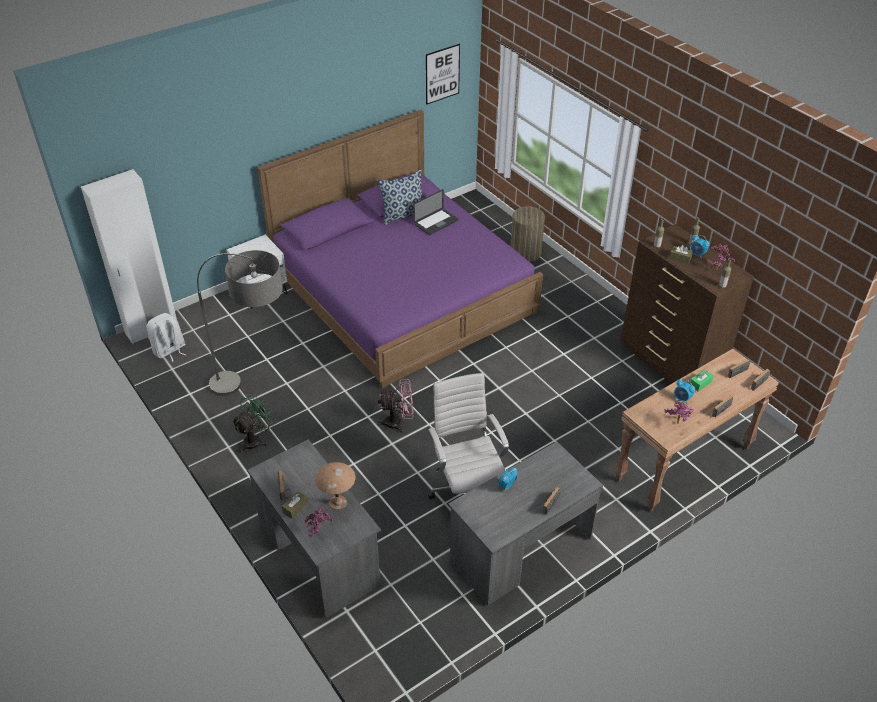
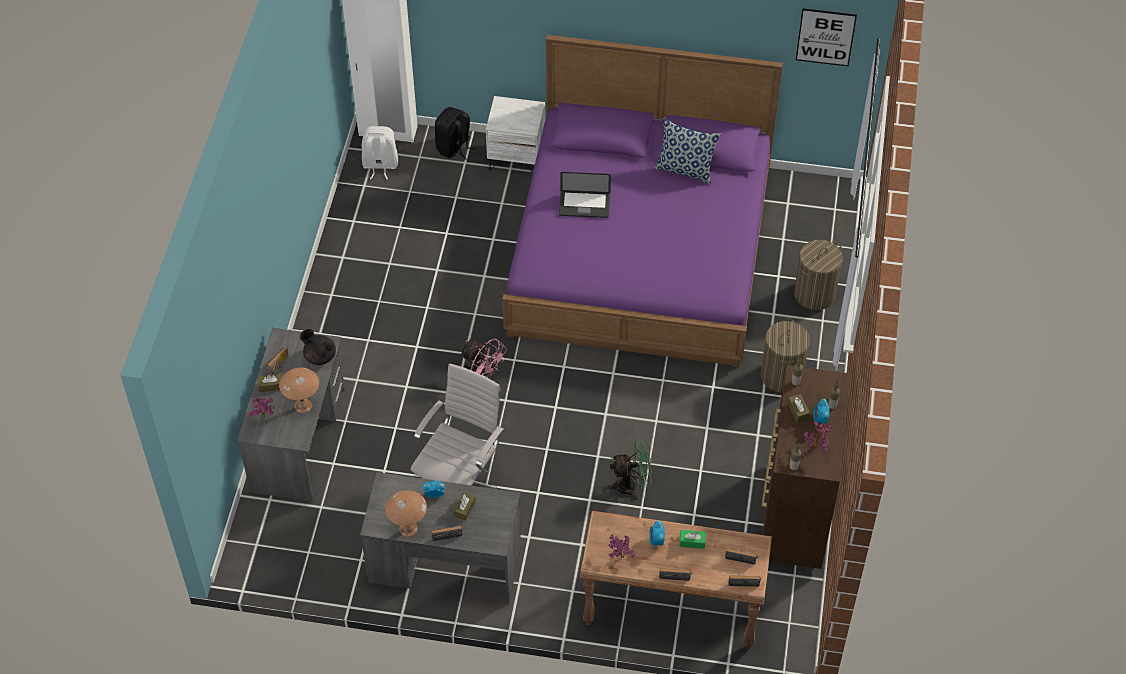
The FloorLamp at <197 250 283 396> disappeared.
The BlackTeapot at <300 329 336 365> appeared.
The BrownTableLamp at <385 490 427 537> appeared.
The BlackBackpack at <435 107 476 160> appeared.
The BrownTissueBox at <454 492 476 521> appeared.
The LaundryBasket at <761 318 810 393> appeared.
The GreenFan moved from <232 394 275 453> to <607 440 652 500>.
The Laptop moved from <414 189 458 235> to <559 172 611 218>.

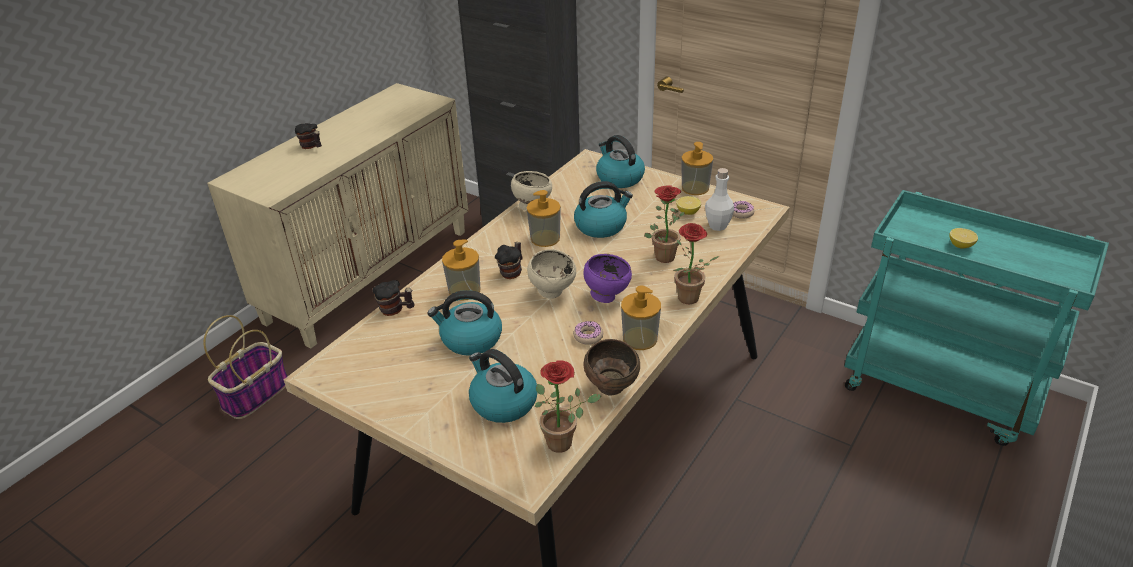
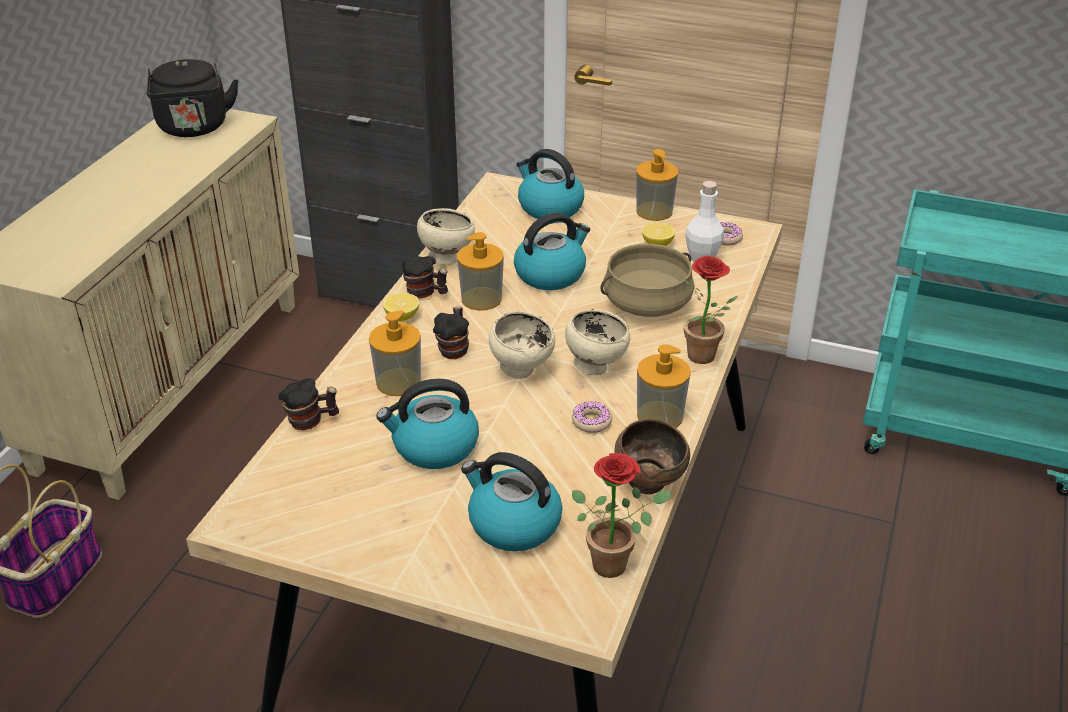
The BlackKettle at <146 59 239 137> appeared.
The Mug moved from <295 123 322 149> to <402 256 448 299>.
The Lemon moved from <949 228 978 248> to <383 293 419 321>.
The PottedPlant at <644 185 685 263> was replaced by the BeigeCookingPot at <600 244 694 317>.
The PurpleBowl at <584 254 632 303> became the BeigeBowl at <565 309 630 375>.

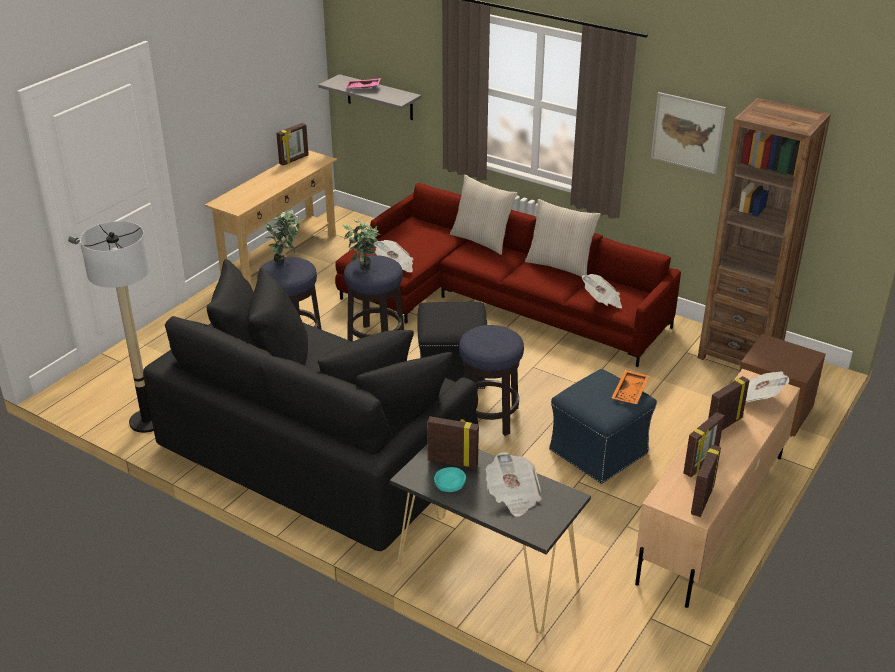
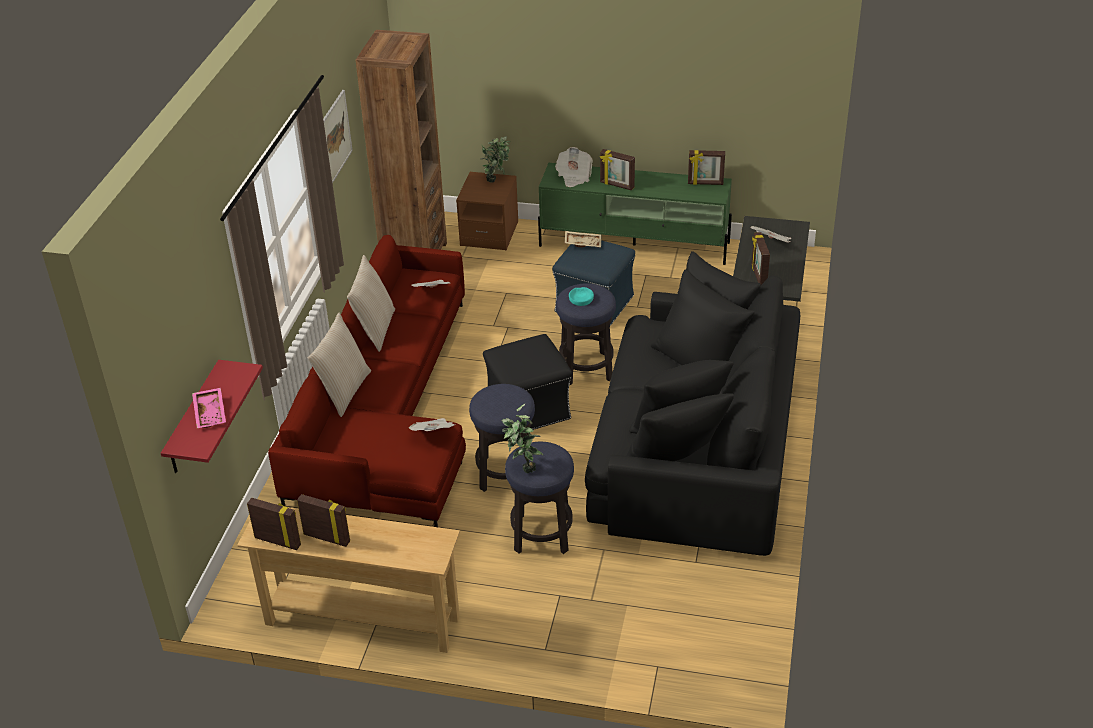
The FloorLamp at <80 221 154 433> disappeared.
The PottedPlant moved from <343 219 380 267> to <480 136 510 183>.
The TurquoiseBowl moved from <434 467 466 492> to <569 287 594 306>.
The PictureFrame moved from <683 412 724 477> to <297 494 350 547>.
The GreyShelf at <318 74 421 120> became the RedShelf at <161 360 263 473>.
The OrangeTray at <612 370 649 404> became the BeigeTray at <565 231 602 247>.
The BeigeTvStand at <635 369 800 608> became the GreenTvStand at <538 163 732 265>.

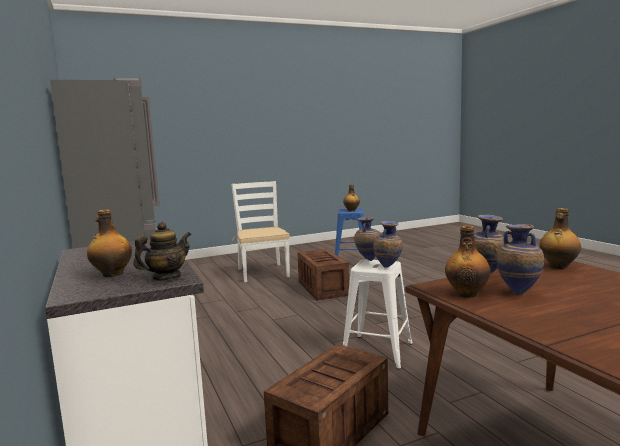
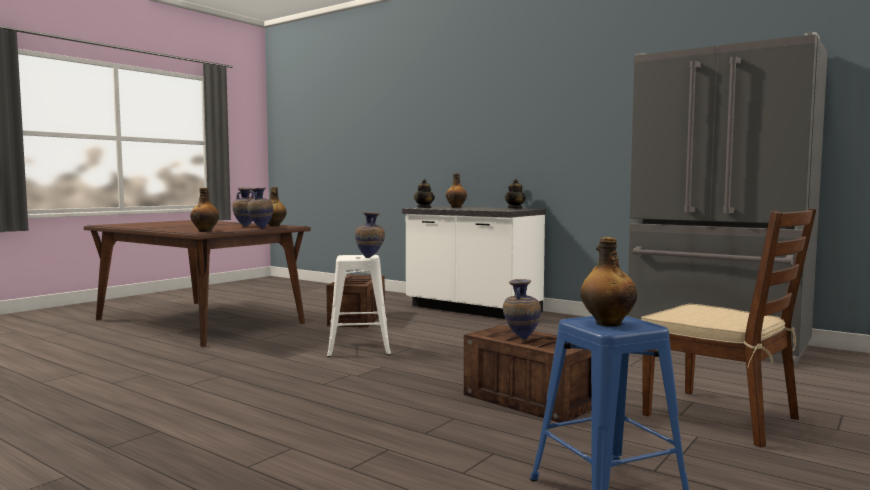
The Teapot at <505 179 526 209> appeared.
The Vase moved from <373 221 403 268> to <503 279 541 340>.
The WhiteChair at <231 181 290 282> became the BrownChair at <641 208 816 448>.

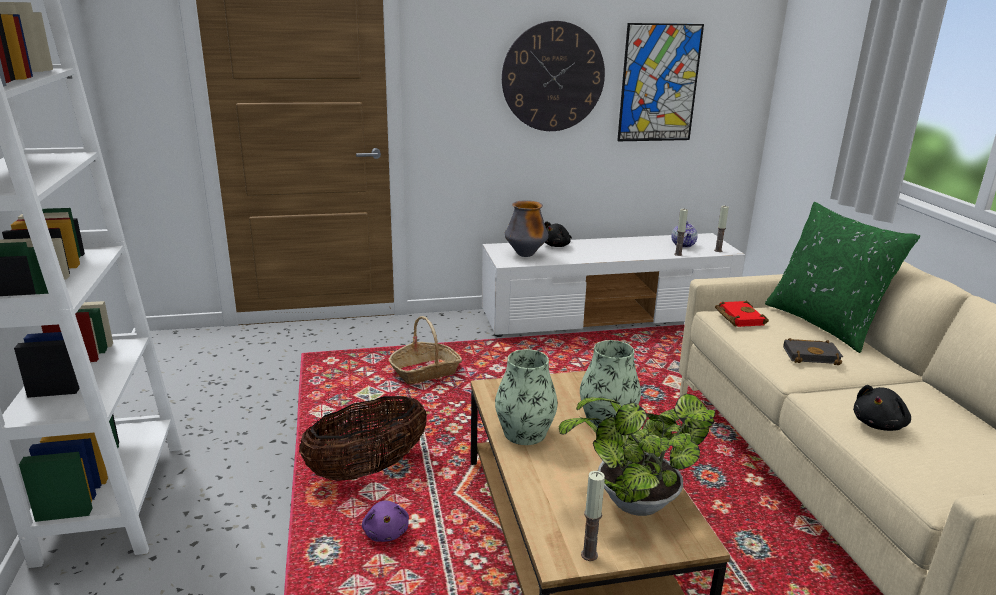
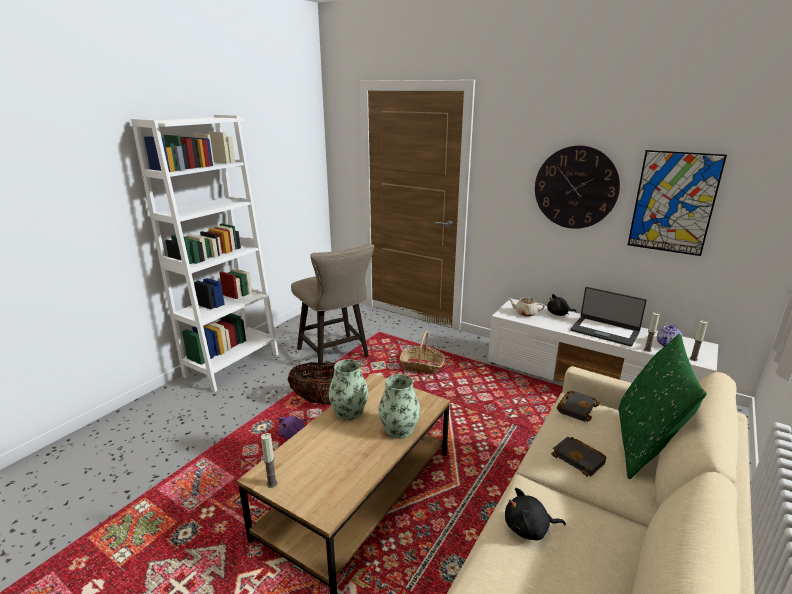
The PottedPlant at <559 394 716 516> disappeared.
The BeigeStool at <291 244 374 366> appeared.
The Laptop at <570 287 647 346> appeared.
The Vase at <504 200 549 257> was replaced by the BeigeTeapot at <509 297 545 317>.
The RedBook at <715 301 769 327> became the BlackBook at <557 391 600 422>.

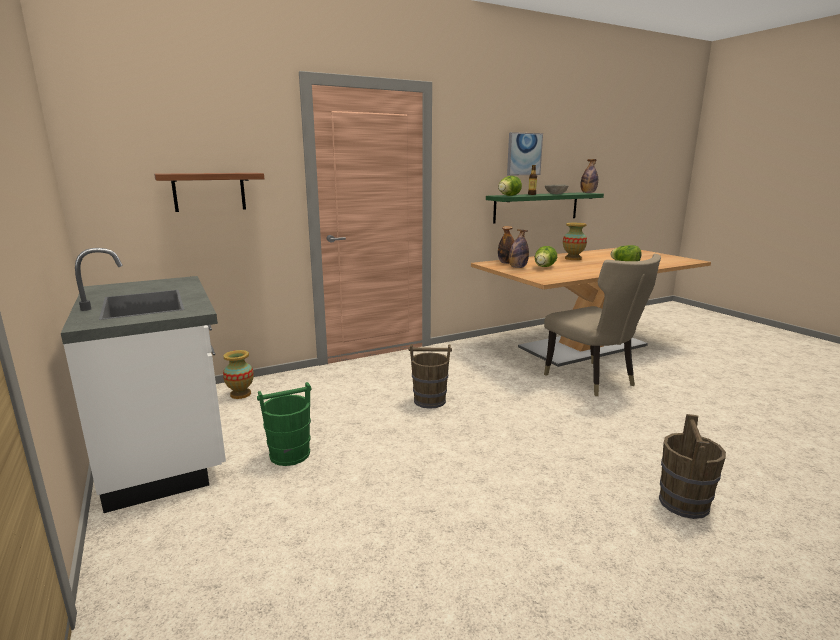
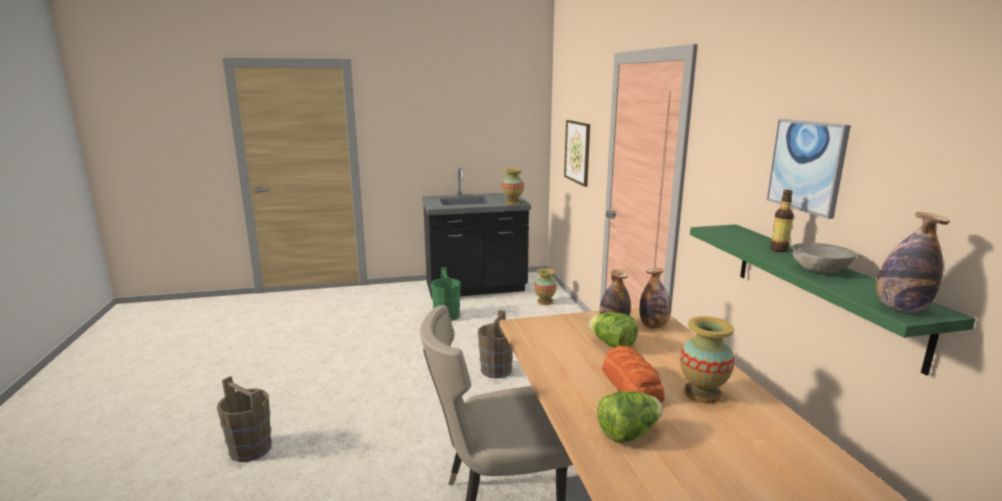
The Lettuce at <498 176 522 196> disappeared.
The Vase at <502 169 524 204> appeared.
The Bread at <602 346 665 403> appeared.
The Shelf at <154 173 264 212> was replaced by the Picture at <564 120 590 187>.
The WhiteCounter at <61 248 226 513> became the BlackCounter at <422 167 531 299>.

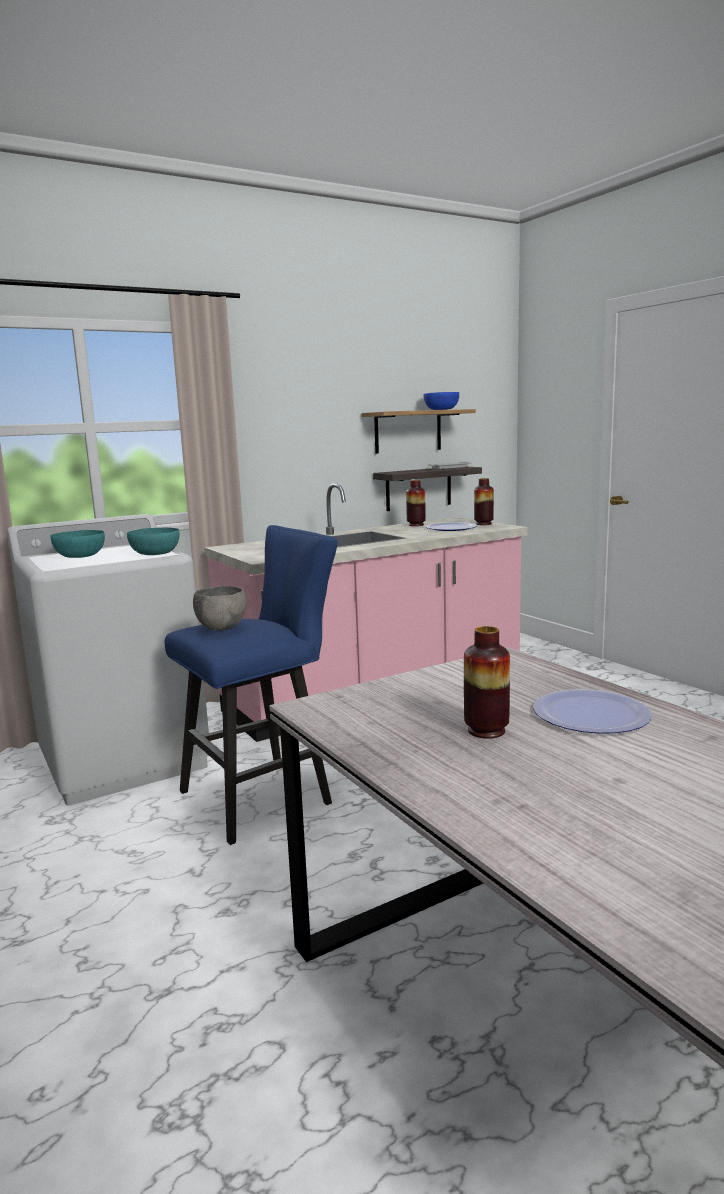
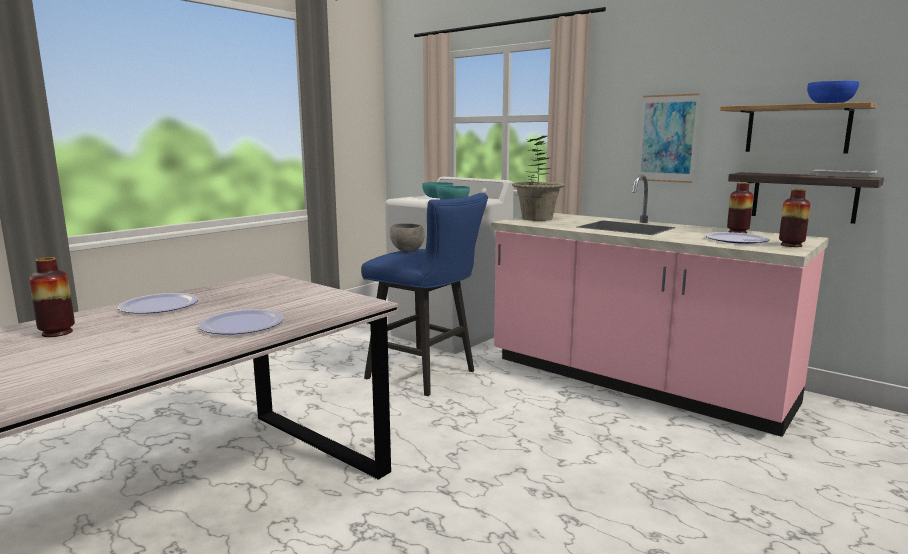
The Plate at <118 293 198 314> appeared.
The PottedPlant at <512 136 565 221> appeared.
The Picture at <638 93 700 183> appeared.
The Vase moved from <464 626 510 739> to <29 257 75 337>.

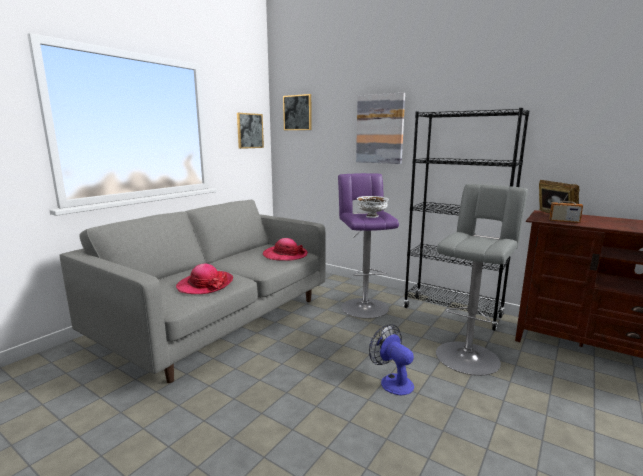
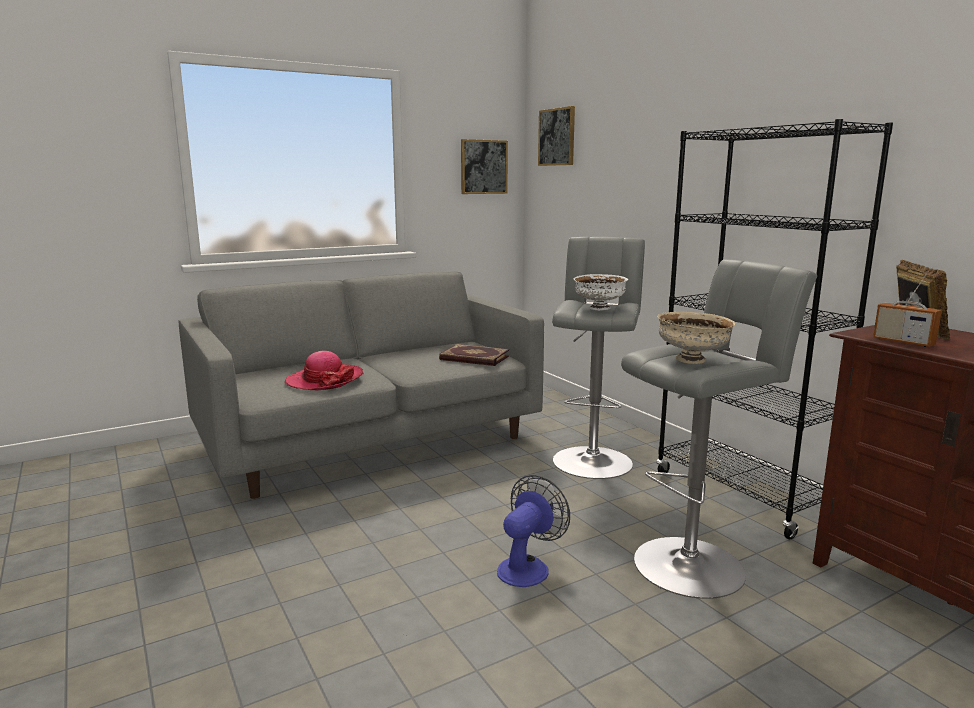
The Picture at <356 93 405 164> disappeared.
The BeigeBowl at <657 312 735 364> appeared.
The Hat at <263 238 308 261> was replaced by the Book at <439 344 509 366>.
The PurpleStool at <338 173 399 318> became the GreyStool at <552 237 645 479>.
The Fan at <369 324 414 395> turned 45 degrees clockwise.

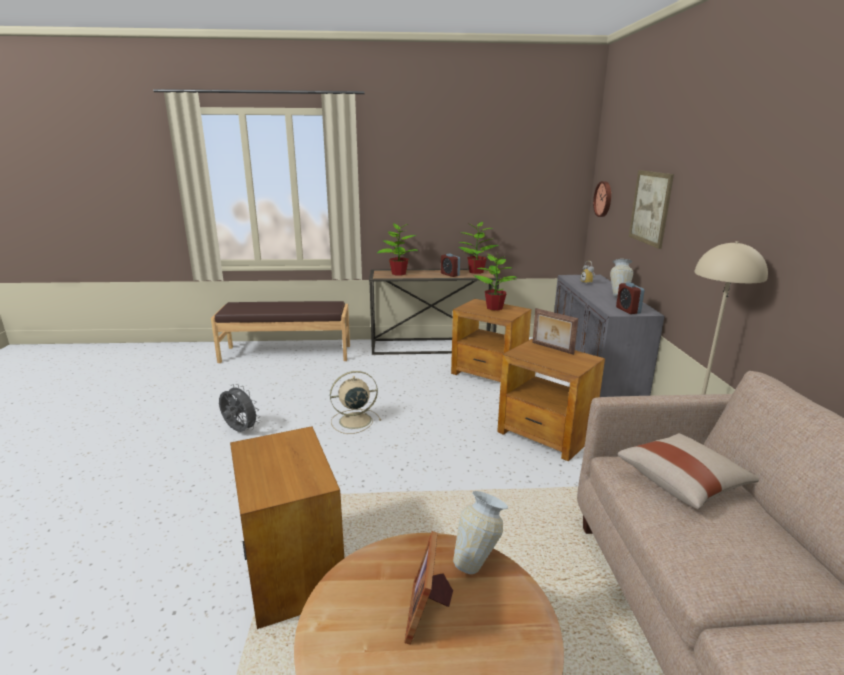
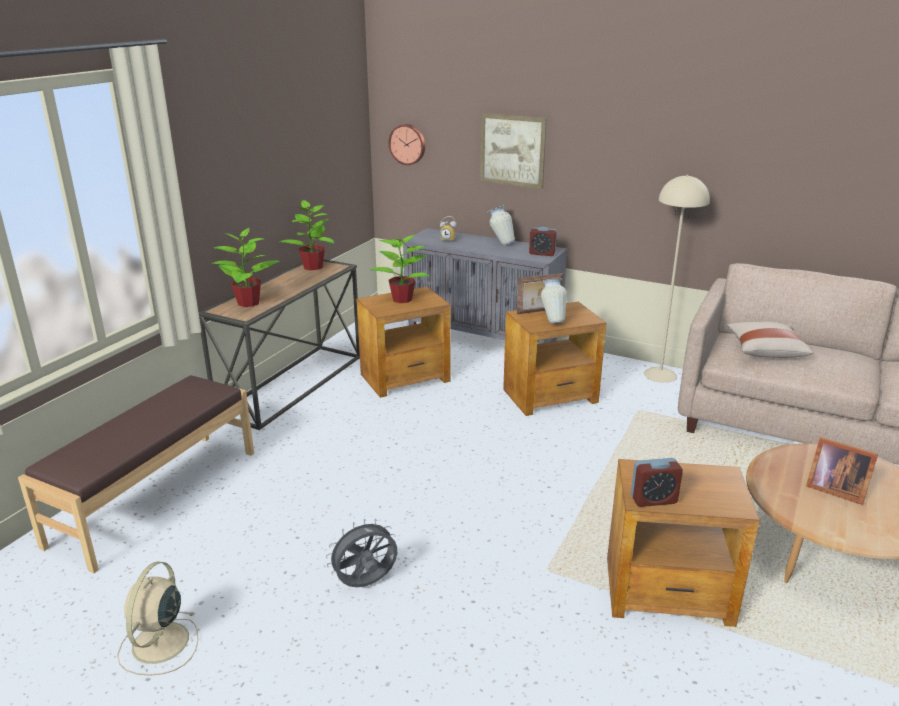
The BeigeFan moved from <330 371 382 434> to <117 561 198 676>.
The AlarmClock moved from <441 254 460 277> to <631 458 683 507>.
The Vase moved from <453 491 508 574> to <541 278 567 323>.

